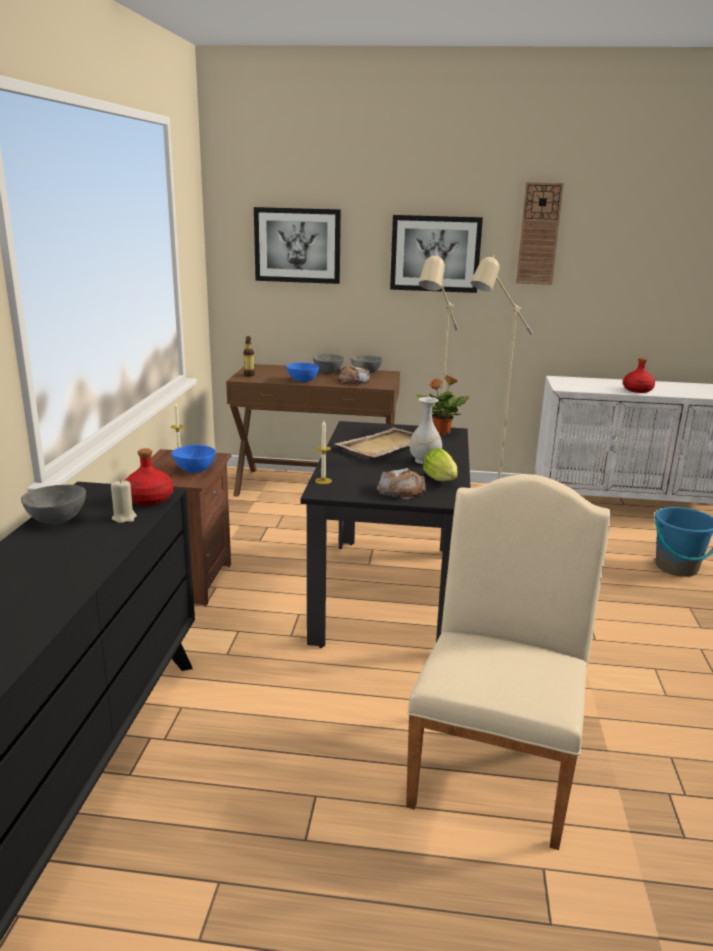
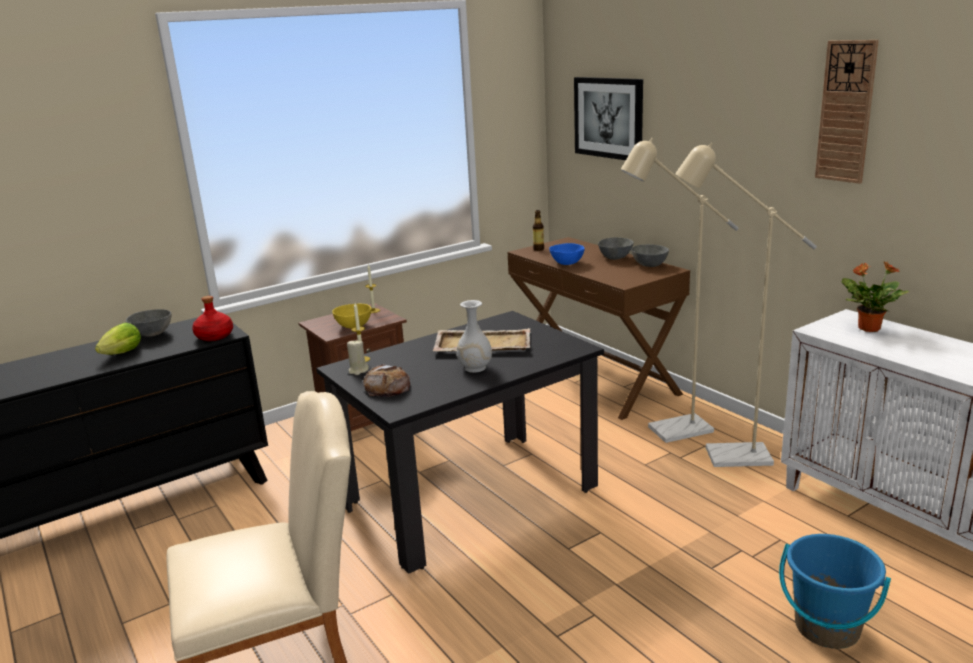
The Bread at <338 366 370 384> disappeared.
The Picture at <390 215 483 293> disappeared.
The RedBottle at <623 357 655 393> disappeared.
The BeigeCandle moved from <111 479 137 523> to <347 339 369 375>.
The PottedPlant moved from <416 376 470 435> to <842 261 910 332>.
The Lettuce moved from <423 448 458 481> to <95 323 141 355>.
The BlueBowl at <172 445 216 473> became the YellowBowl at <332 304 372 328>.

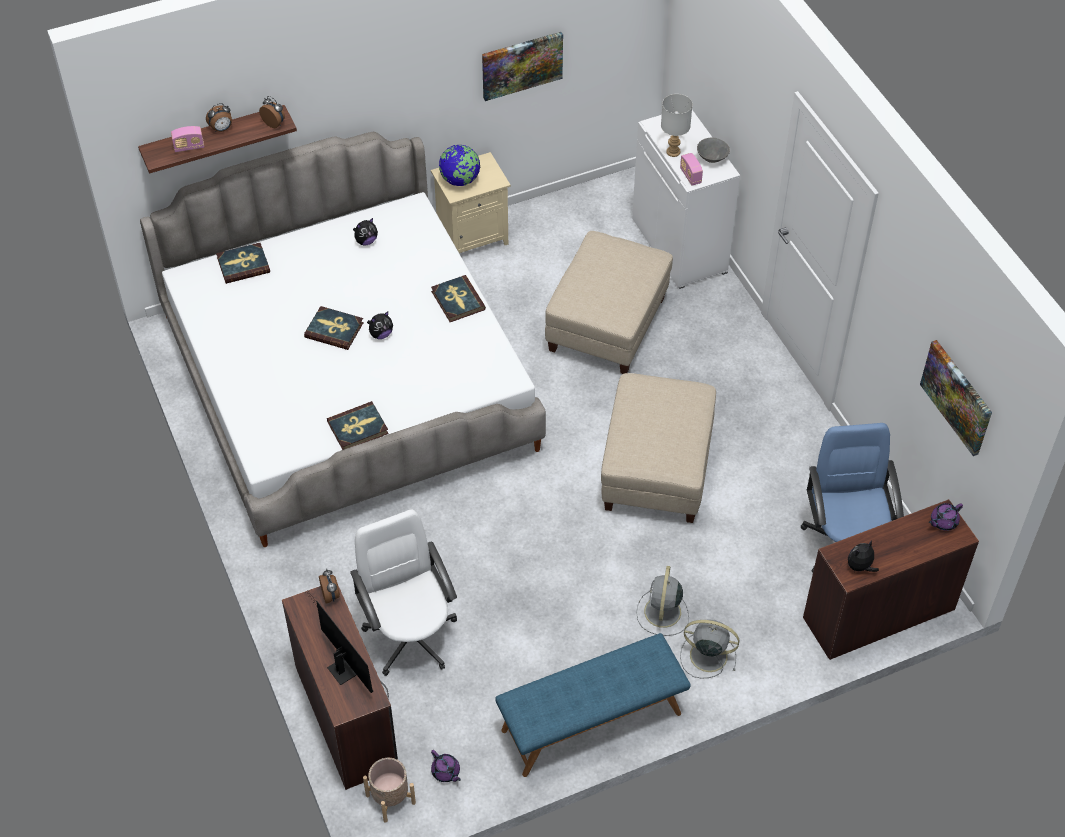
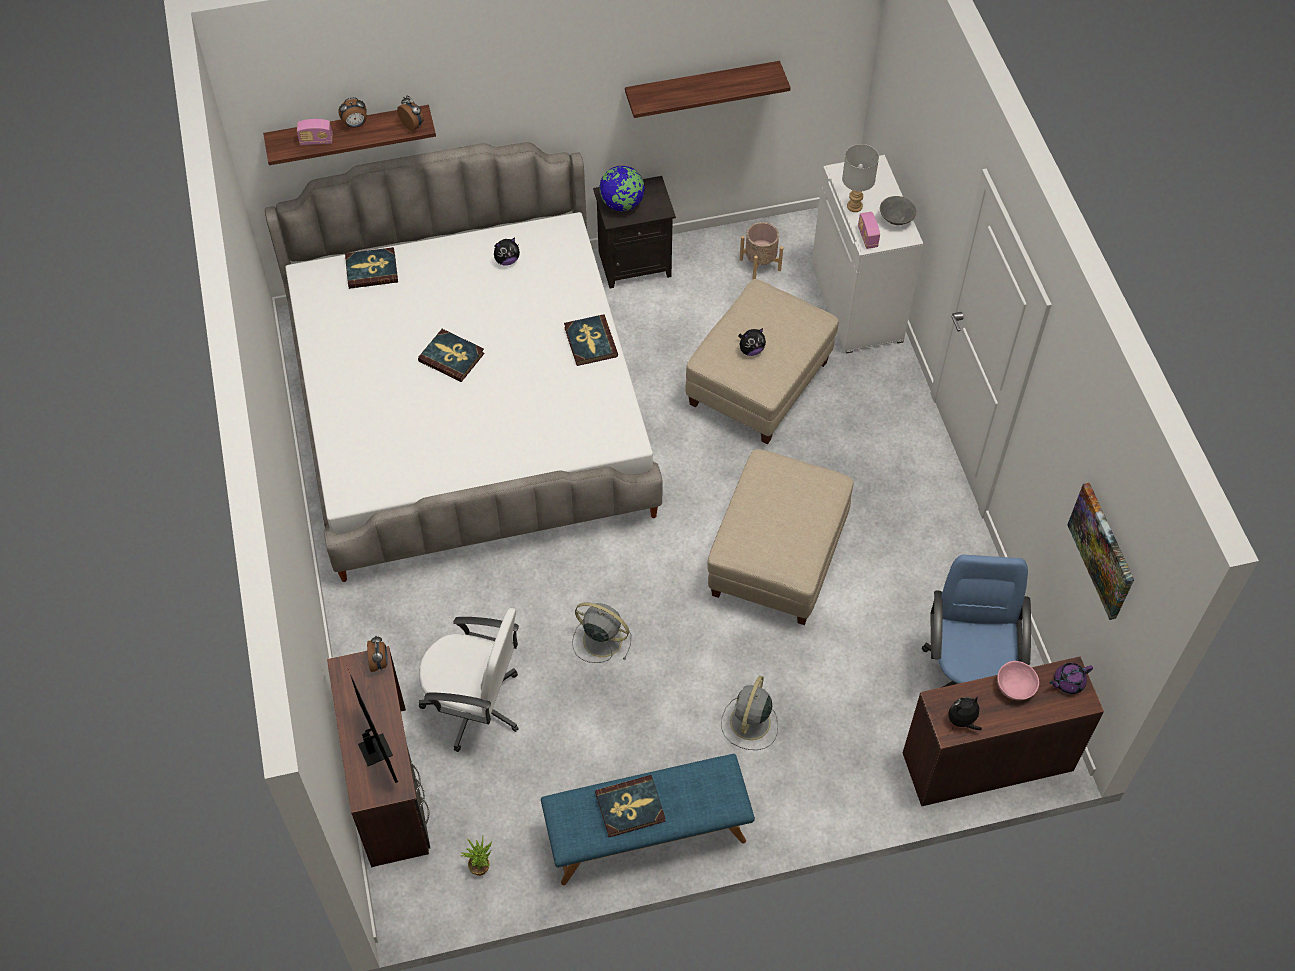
The PinkBowl at <997 661 1039 700> appeared.
The Book moved from <327 401 389 450> to <595 775 665 837>.
The BeigePlanter moved from <363 758 416 823> to <740 222 783 280>.
The PlushToy moved from <367 311 393 339> to <738 328 766 356>.
The GreyFan moved from <680 619 739 678> to <572 602 631 663>.
The PurpleTeapot at <431 750 461 782> was replaced by the PottedPlant at <460 837 492 876>.
The Picture at <482 32 563 101> was replaced by the Shelf at <625 61 791 118>.
The BeigeNightstand at <431 152 511 253> became the BlackNightstand at <593 176 676 288>.
The WhiteOfficeChair at <350 510 457 676> turned 120 degrees clockwise.

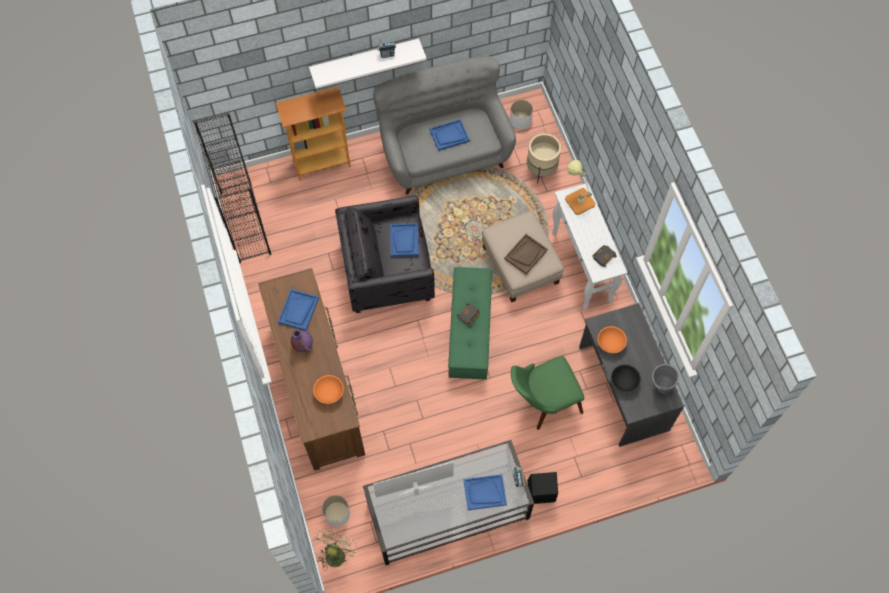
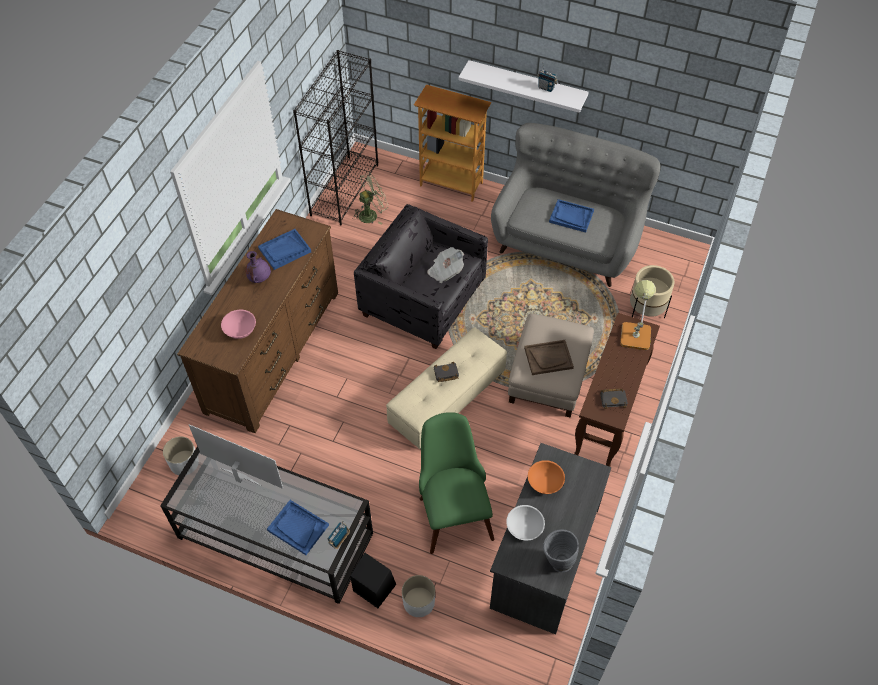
The GreenFan moved from <313 529 358 571> to <352 172 389 224>.
The WhitePlanter moved from <510 100 533 130> to <402 575 435 617>.
The BlueTray at <390 223 419 257> was replaced by the Newspaper at <427 247 464 283>.
The OrangeBowl at <313 375 344 404> became the PinkBowl at <221 310 256 339>.
The GreenOttoman at <448 267 492 380> became the BeigeOttoman at <386 327 507 449>.
The WhiteConsoleTable at <552 183 627 310> became the BrownConsoleTable at <574 313 660 467>.
The BlackBowl at <611 364 641 392> became the WhiteBowl at <506 505 545 541>.
The GreenChair at <511 356 585 430> turned 60 degrees clockwise.

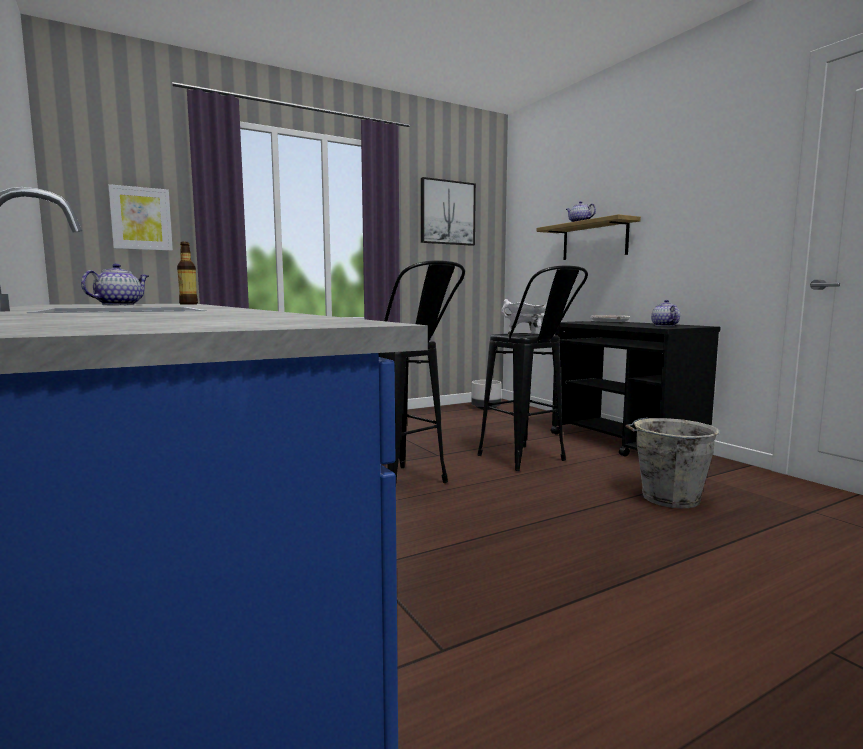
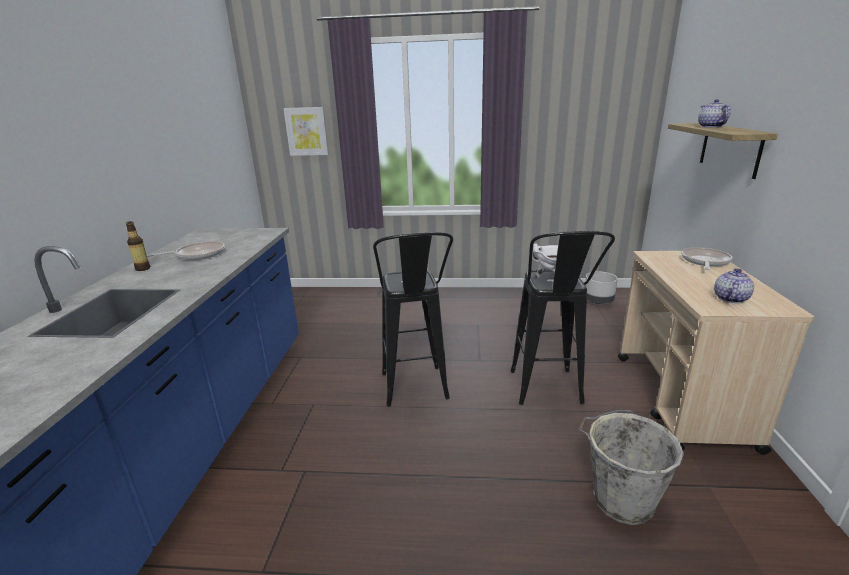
The Picture at <421 177 476 246> disappeared.
The Bottle moved from <177 242 198 305> to <126 221 150 271>.
The Teapot at <81 264 149 305> was replaced by the FryingPan at <147 241 225 260>.
The BlackCart at <551 321 721 456> became the BeigeCart at <618 251 814 455>.

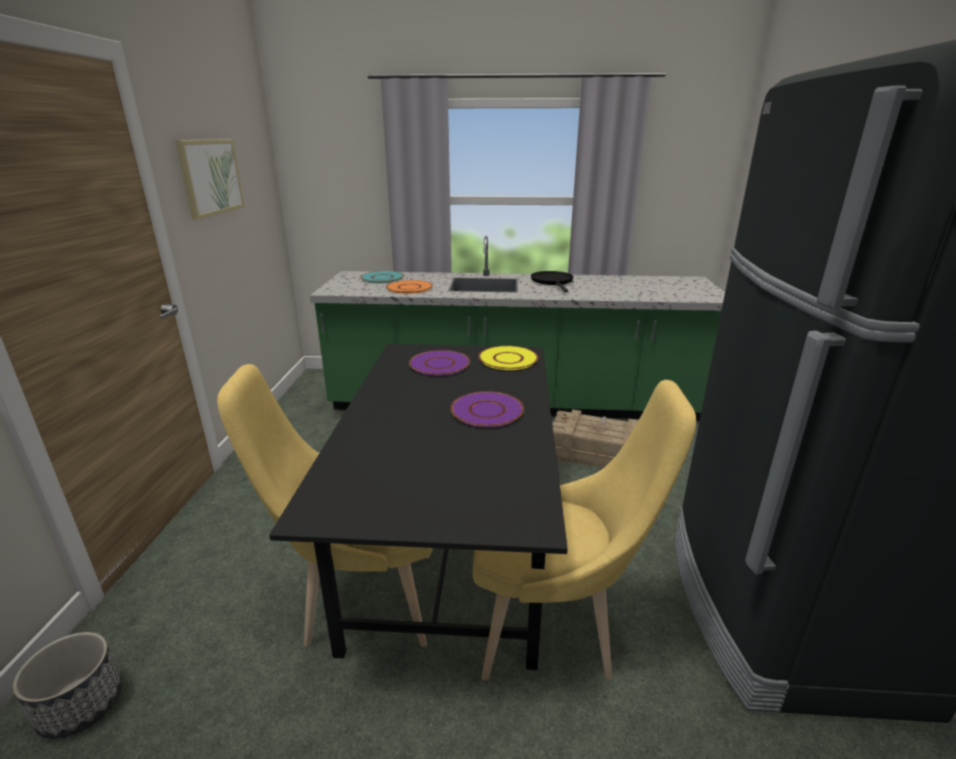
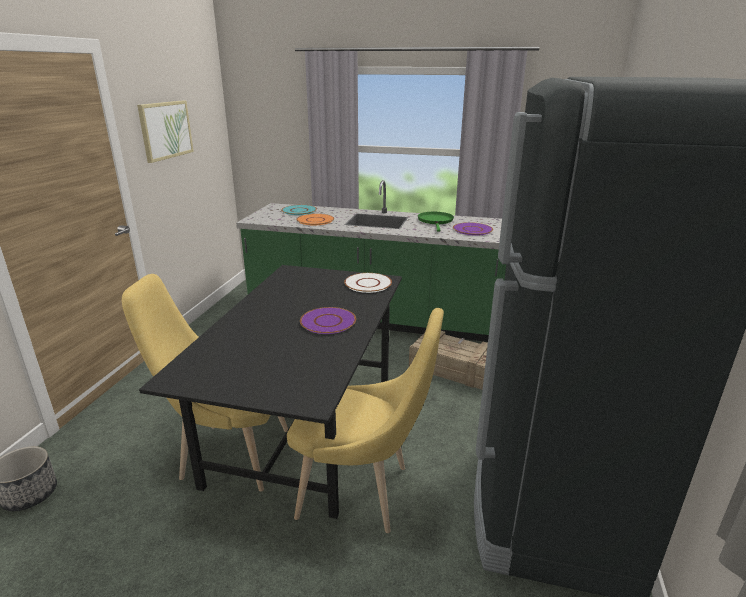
The PurplePlate moved from <409 350 470 376> to <453 222 493 236>.
The YellowPlate at <479 346 538 370> became the WhitePlate at <344 273 392 293>.
The BlackFryingPan at <531 271 574 292> became the GreenFryingPan at <418 212 454 231>.

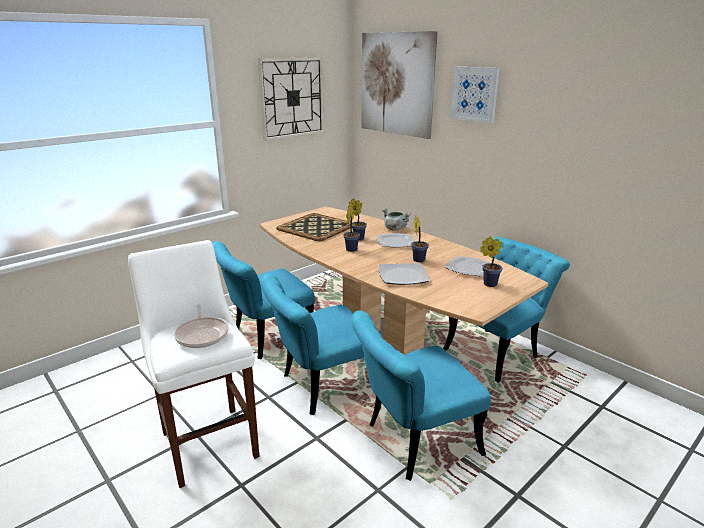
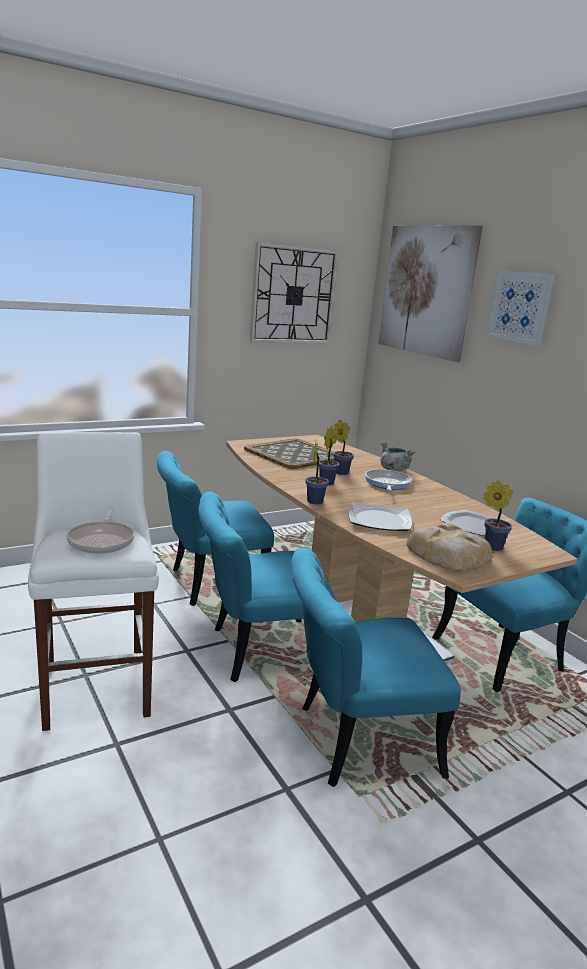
The Bread at <406 523 493 571> appeared.
The PottedPlant moved from <411 214 429 262> to <306 441 329 505>.
The Plate at <377 233 415 247> was replaced by the FryingPan at <365 469 412 491>.

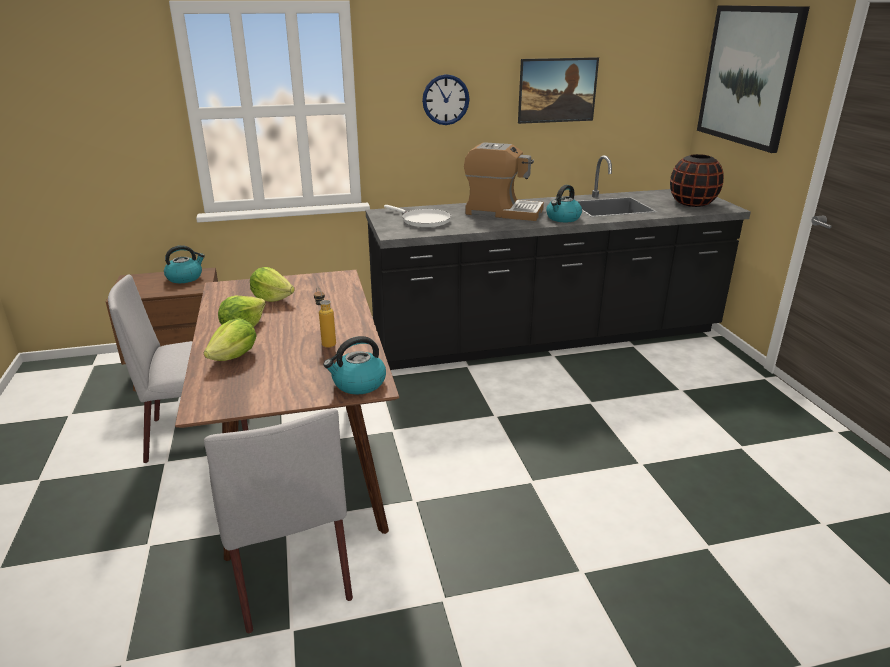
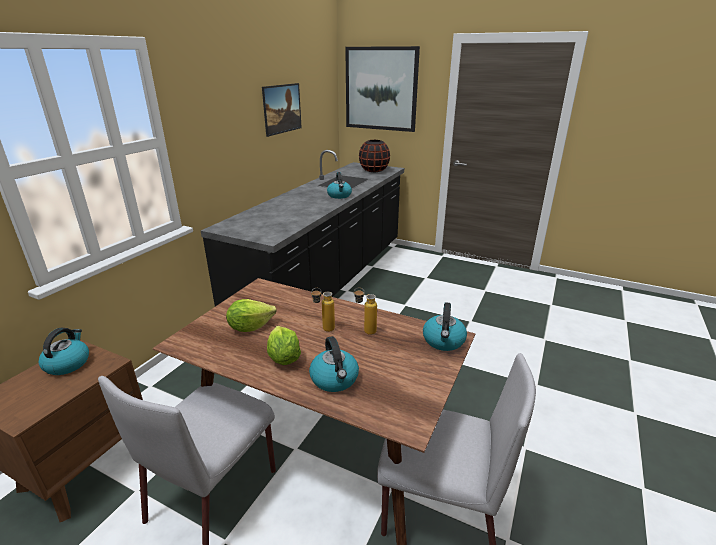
The WhiteFryingPan at <384 205 451 227> disappeared.
The WallClock at <422 74 470 125> disappeared.
The CoffeeMachine at <464 142 544 221> disappeared.
The Bottle at <311 288 335 332> appeared.
The Lettuce at <204 318 257 361> was replaced by the Kettle at <309 336 359 392>.

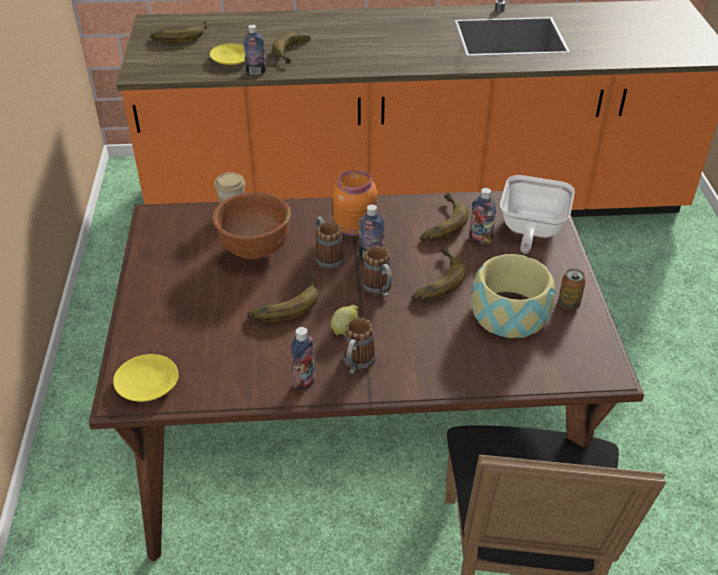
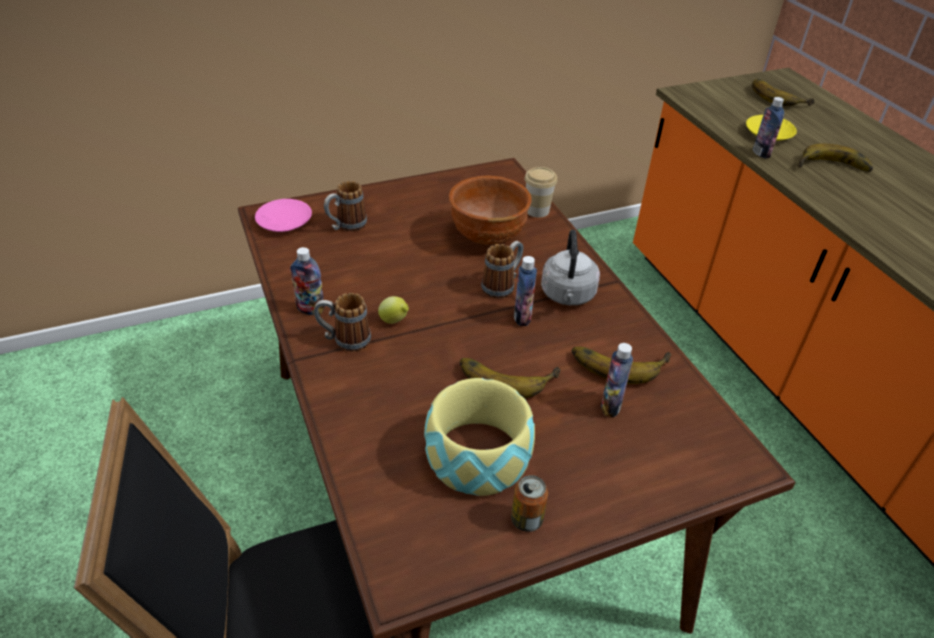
The Banana at <247 274 319 322> disappeared.
The FryingPan at <500 175 575 254> disappeared.
The Mug moved from <362 246 392 297> to <324 181 367 231>.
The OrangeJar at <332 170 378 236> was replaced by the GreyKettle at <541 230 600 305>.
The YellowPlate at <113 354 178 402> became the PinkPlate at <255 199 312 232>.

